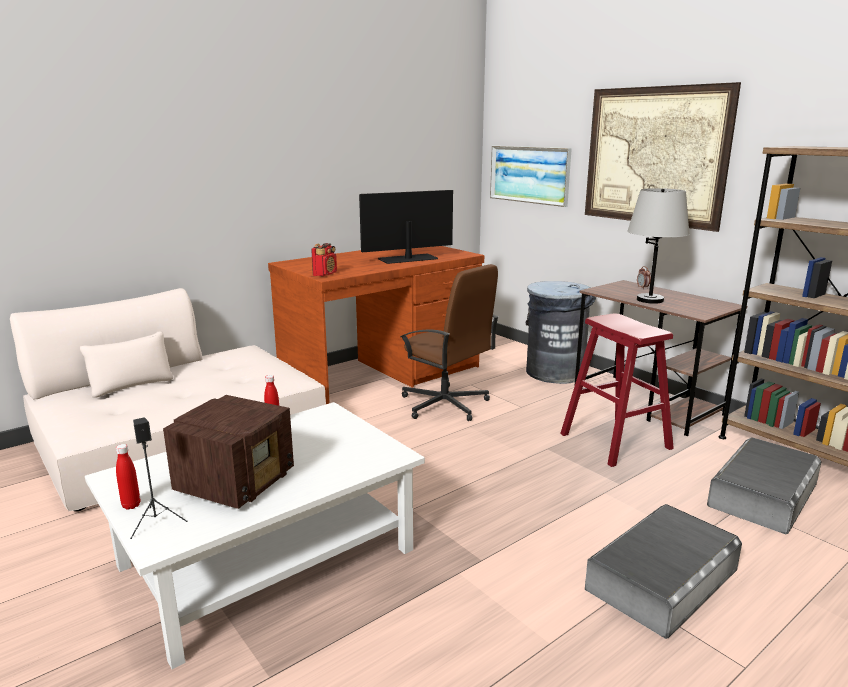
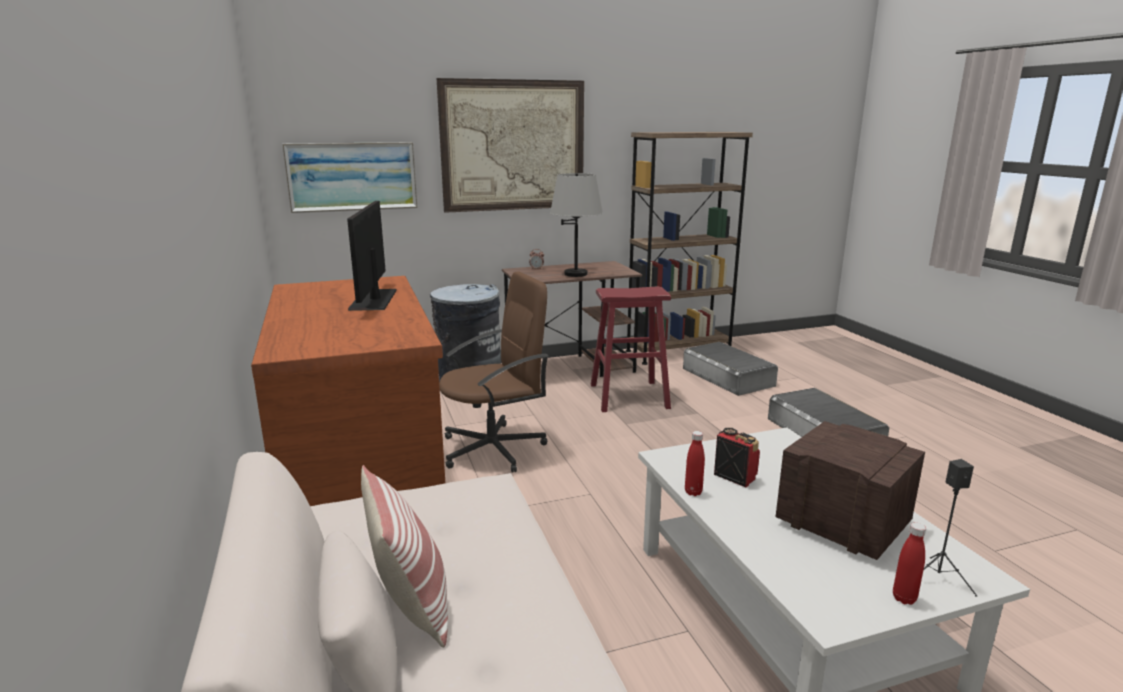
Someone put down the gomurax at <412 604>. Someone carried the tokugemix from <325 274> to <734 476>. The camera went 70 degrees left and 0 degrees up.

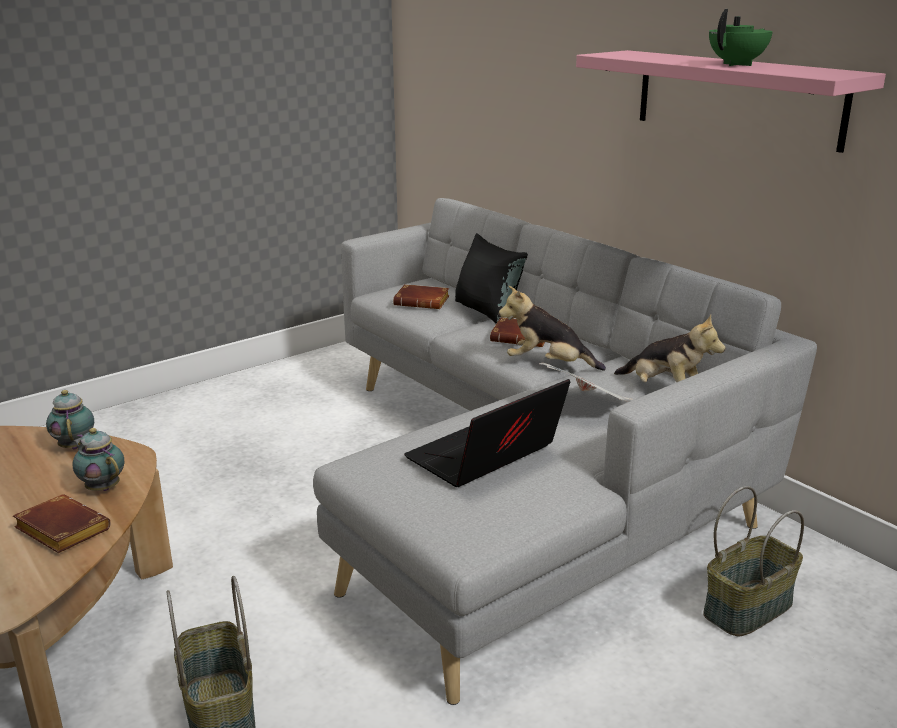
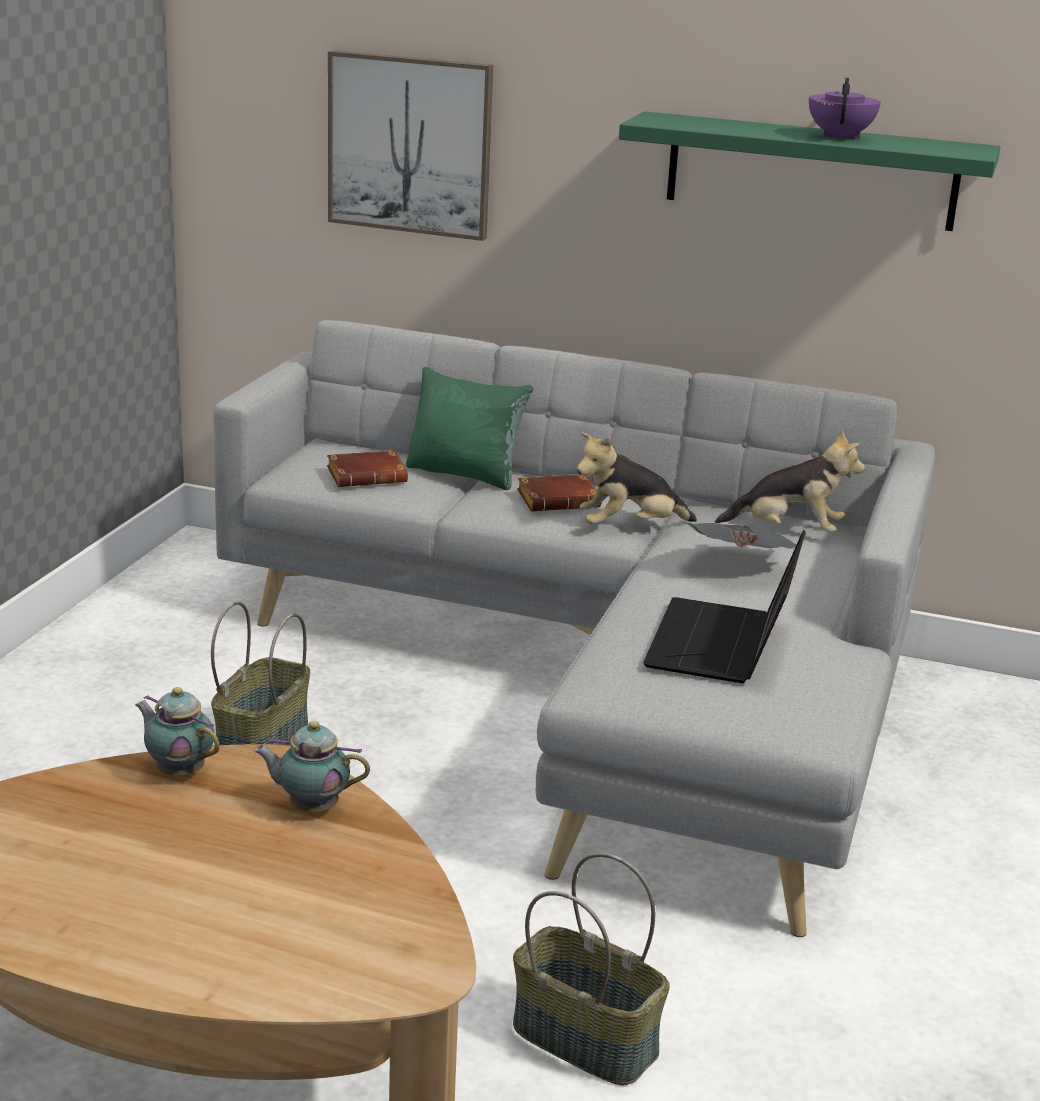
Someone carried the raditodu from <747 607> to <261 743>. Someone put up the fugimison at <410 145>. Someone repainted the black_gomurax at <487 311>, which became the green_gomurax at <465 474>. Someone repainted the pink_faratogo at <737 98>, which became the green_faratogo at <811 171>. Someone repainted the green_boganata at <737 64>, which became the purple_boganata at <840 137>. Someone took away the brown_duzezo at <59 530>. The camera went 35 degrees left and 0 degrees up.

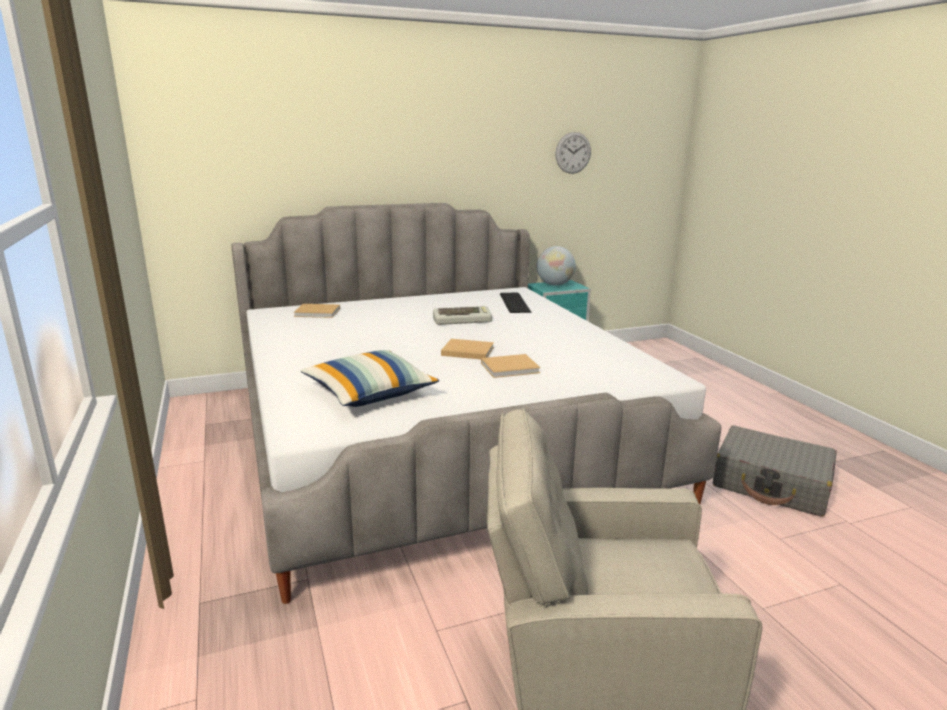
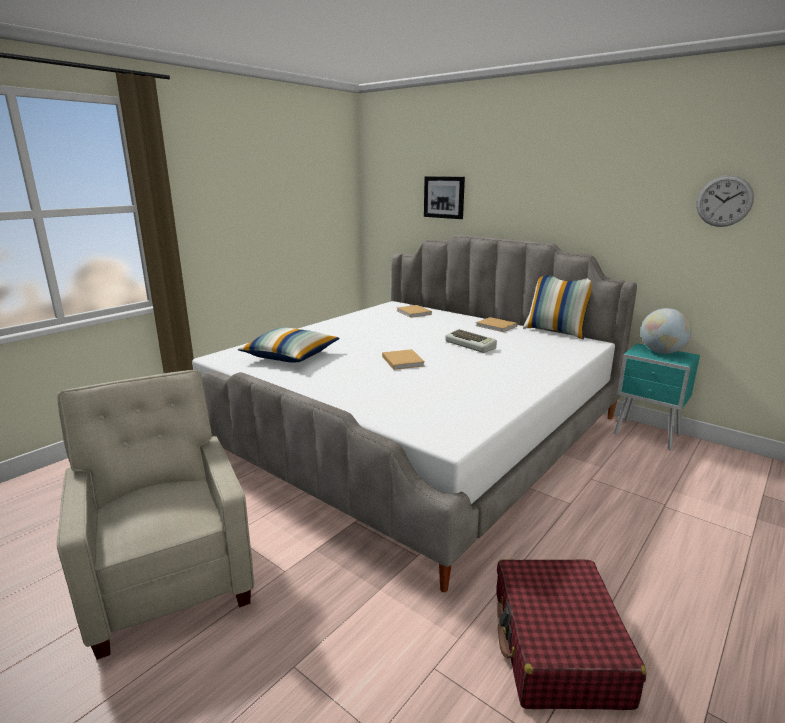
Someone put up the fugimison at <444 197>. Someone carried the beige_duzezo from <511 368> to <497 326>. Someone repainted the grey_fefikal at <771 484>, which became the red_fefikal at <557 647>. Someone put down the gomurax at <556 331>. Someone took away the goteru at <515 302>. The camera went 60 degrees right and 0 degrees up.

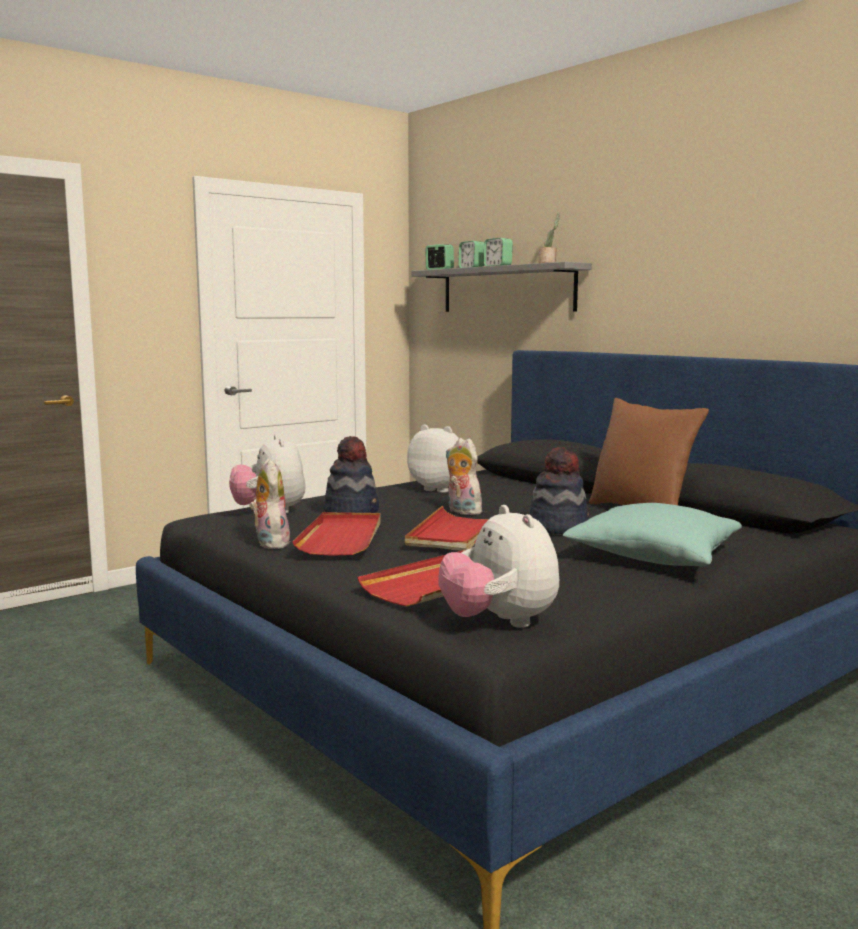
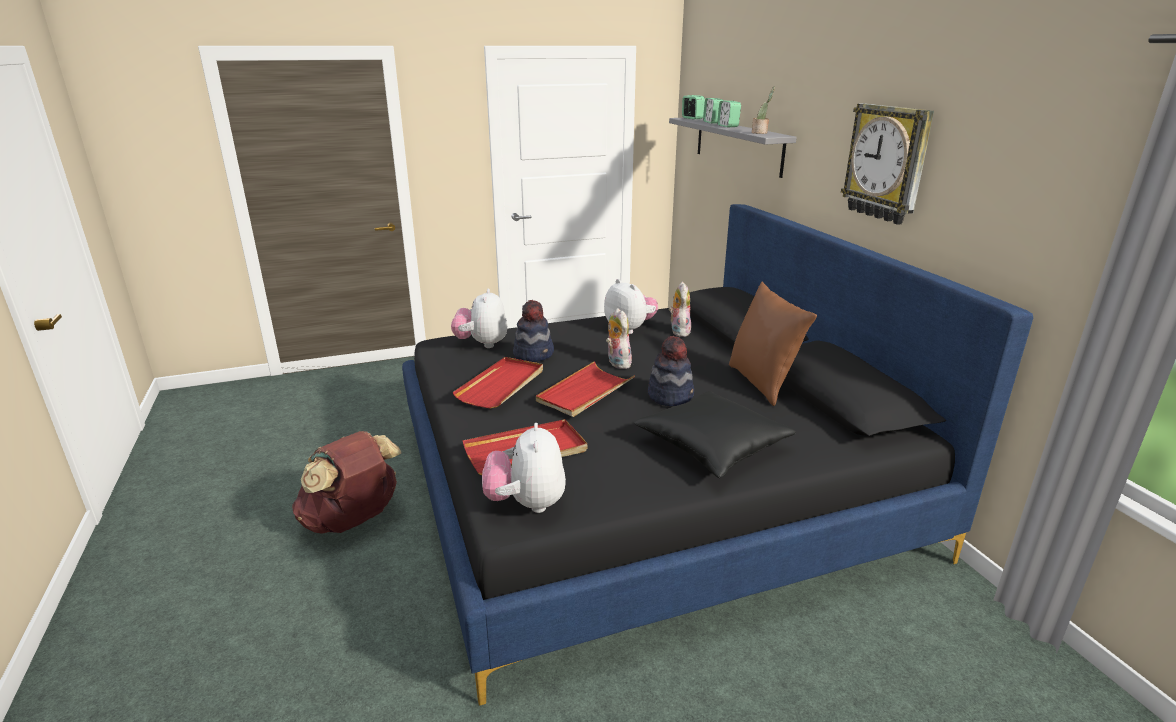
Someone put down the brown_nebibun at <353 520>. Someone repainted the turquoise_gomurax at <653 557>, which became the black_gomurax at <712 446>. Someone carried the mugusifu from <270 543> to <678 331>. Someone put up the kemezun at <887 163>. The camera went 20 degrees right and 15 degrees up.

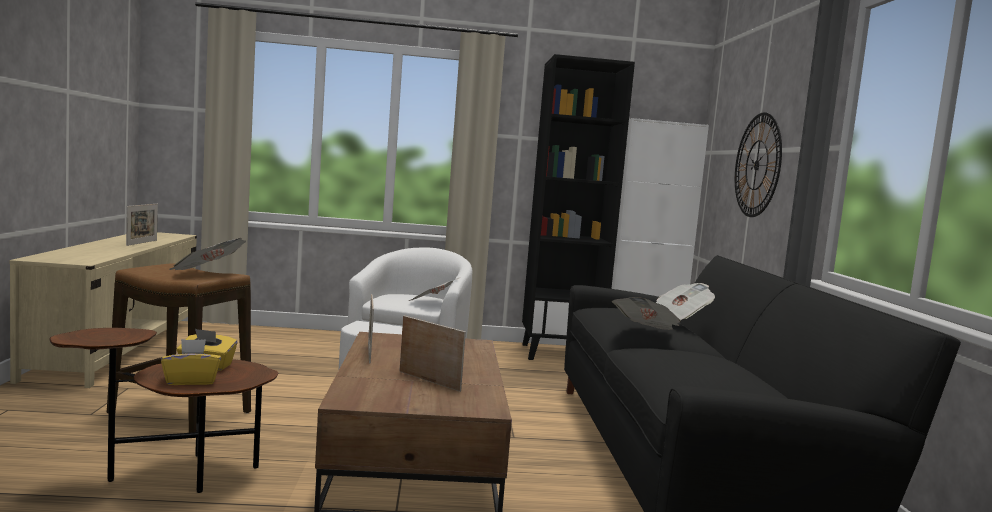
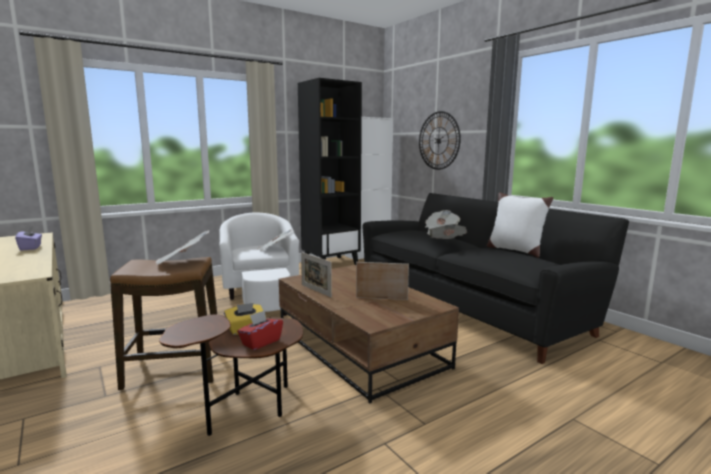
Someone swapped the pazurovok at <142 243> for the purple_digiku at <31 247>. Someone repainted the yellow_digiku at <191 381>, which became the red_digiku at <260 342>. Someone put down the white_gomurax at <515 250>. The camera went 30 degrees left and 5 degrees up.

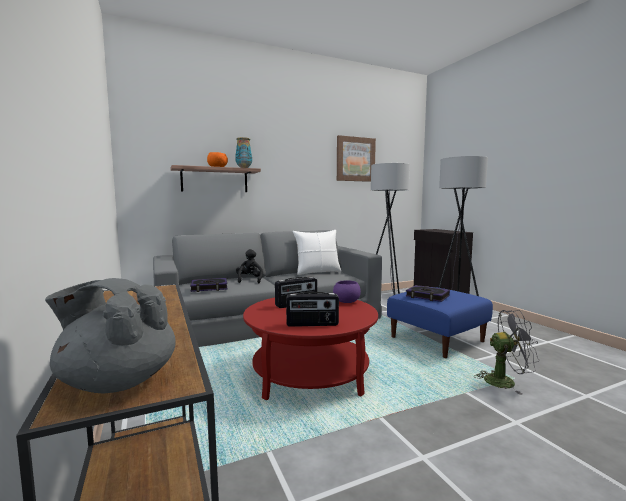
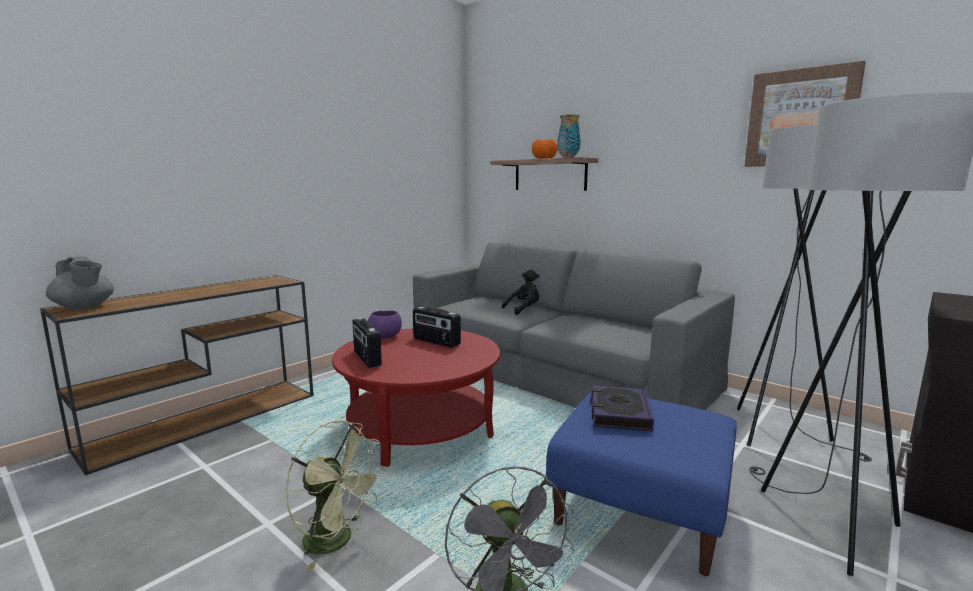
Someone rotated the grey_boganata at <118 381> by 135 degrees clockwise. Someone put down the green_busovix at <337 541>. Someone carried the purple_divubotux from <346 301> to <386 336>. Someone took away the duzezo at <209 288>. Someone took away the white_gomurax at <317 272>. The camera went 65 degrees right and 5 degrees up.

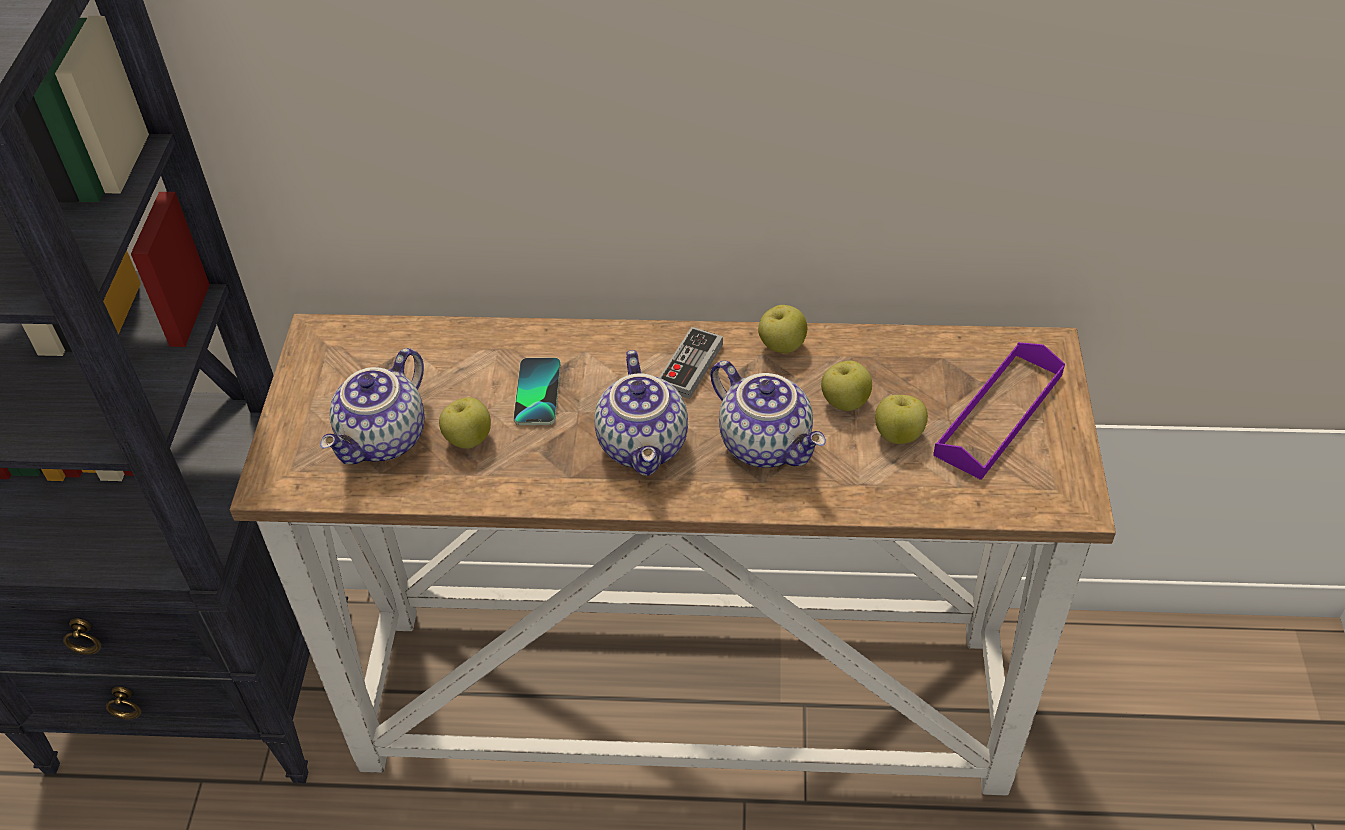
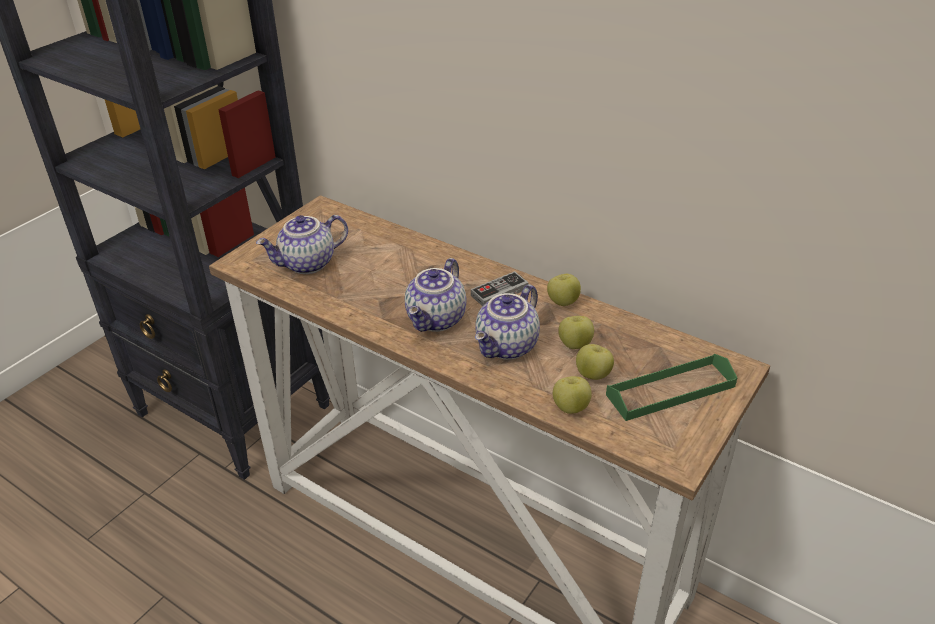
Someone rotated the boganata at <767 443> by 45 degrees clockwise. Someone carried the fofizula from <468 439> to <570 407>. Someone repainted the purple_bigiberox at <999 414>, which became the green_bigiberox at <670 391>. Someone took away the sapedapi at <537 392>. The camera went 30 degrees right and 10 degrees down.

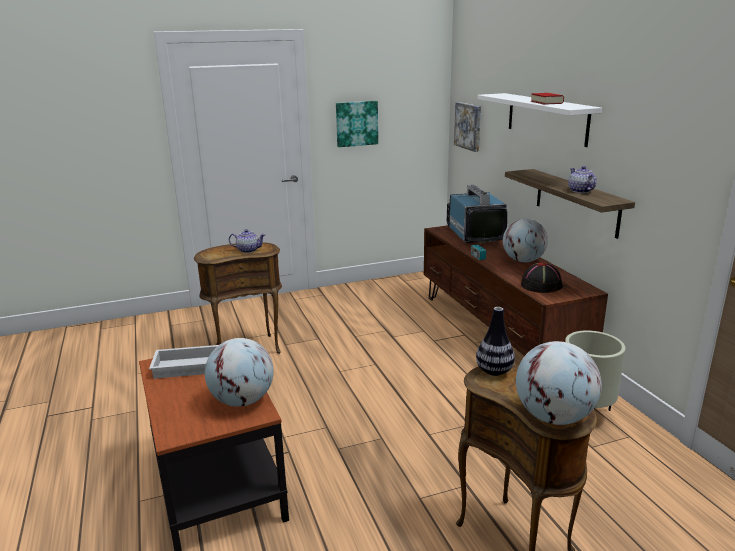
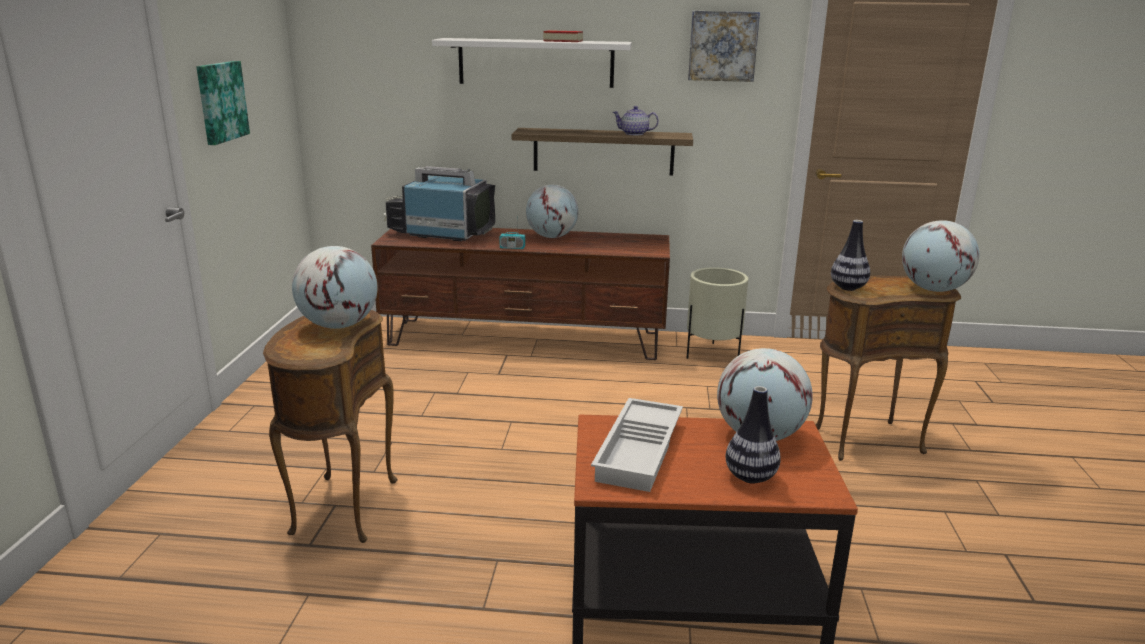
Someone swapped the boganata at <248 250> for the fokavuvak at <338 325>. Someone carried the fugimison from <469 126> to <722 46>. Someone put down the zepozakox at <750 477>. Someone took away the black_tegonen at <541 285>. The camera went 65 degrees left and 0 degrees up.

